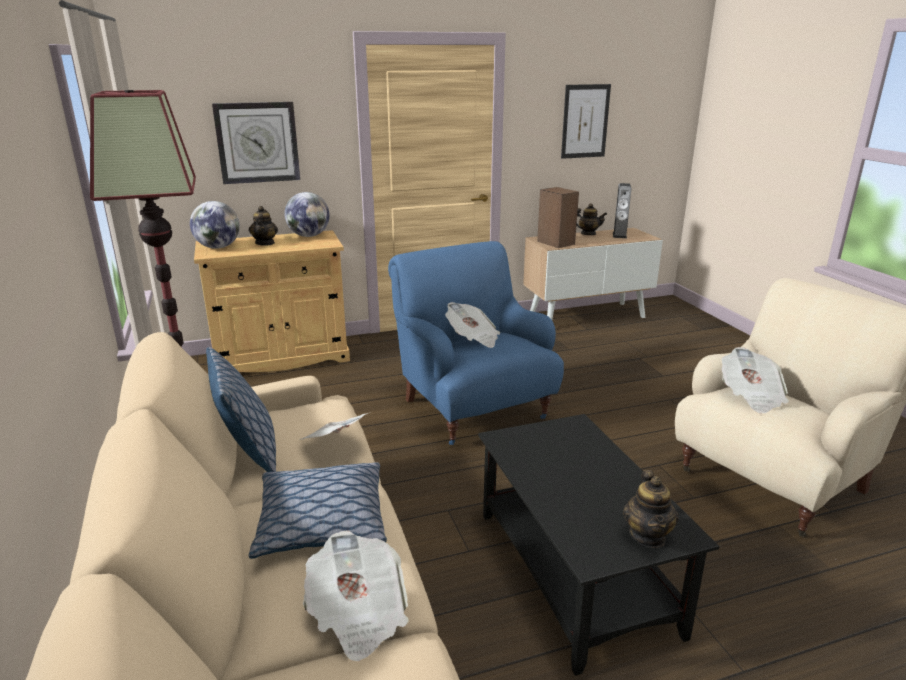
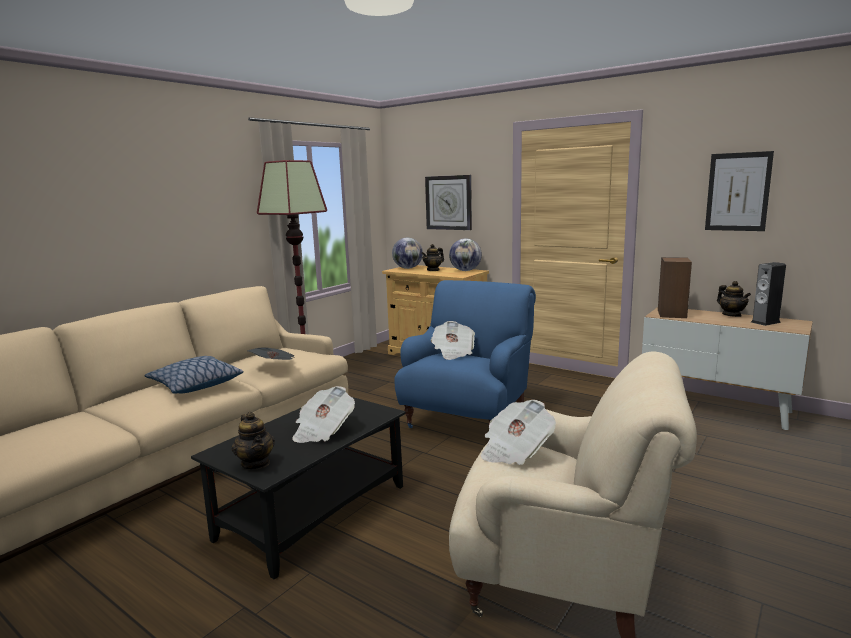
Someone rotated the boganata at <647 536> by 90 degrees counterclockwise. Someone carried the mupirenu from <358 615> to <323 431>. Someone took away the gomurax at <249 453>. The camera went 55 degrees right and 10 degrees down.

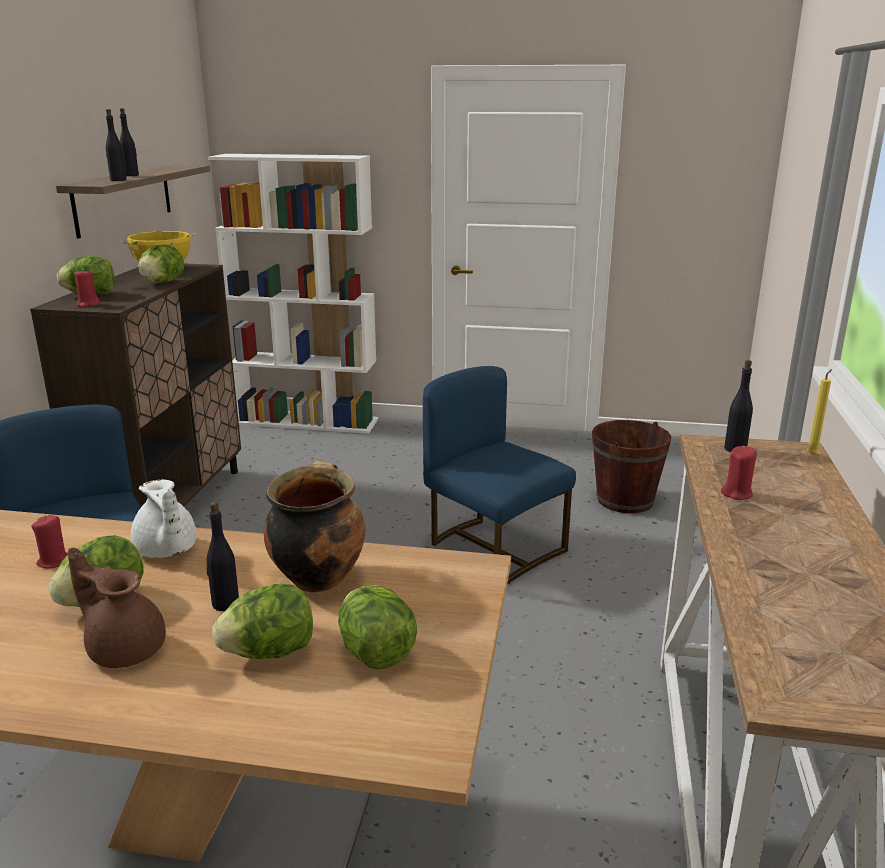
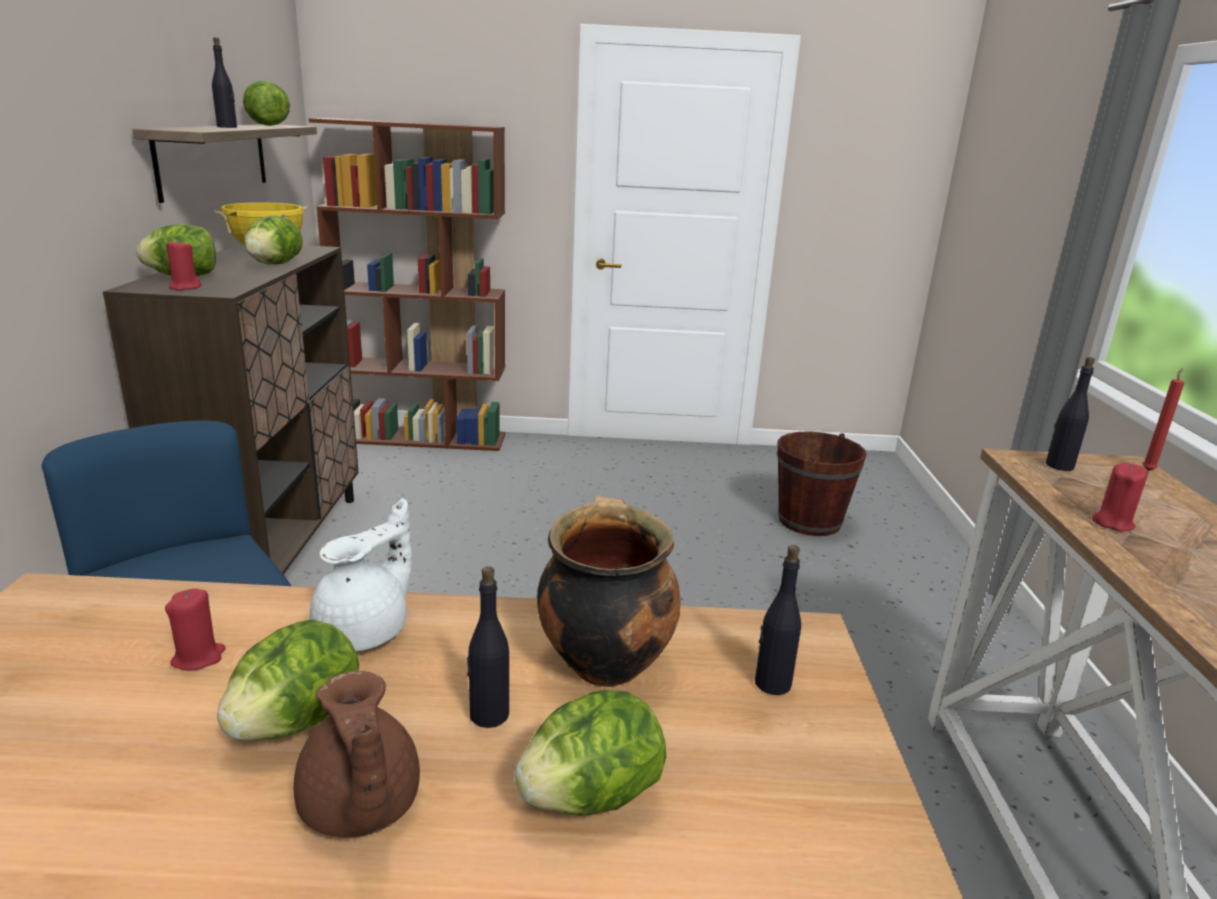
Someone carried the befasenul from <376 653> to <267 125>. Someone rotated the brown_boganata at <125 648> by 135 degrees counterclockwise. Someone repainted the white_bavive at <308 421>, which became the brown_bavive at <424 438>. Someone rotated the white_boganata at <166 551> by 105 degrees counterclockwise. Someone carried the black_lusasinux from <118 180> to <772 683>. Someone repainted the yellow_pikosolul at <813 454>, which became the red_pikosolul at <1148 470>. Someone took away the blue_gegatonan at <493 550>. The camera went 10 degrees left and 0 degrees up.

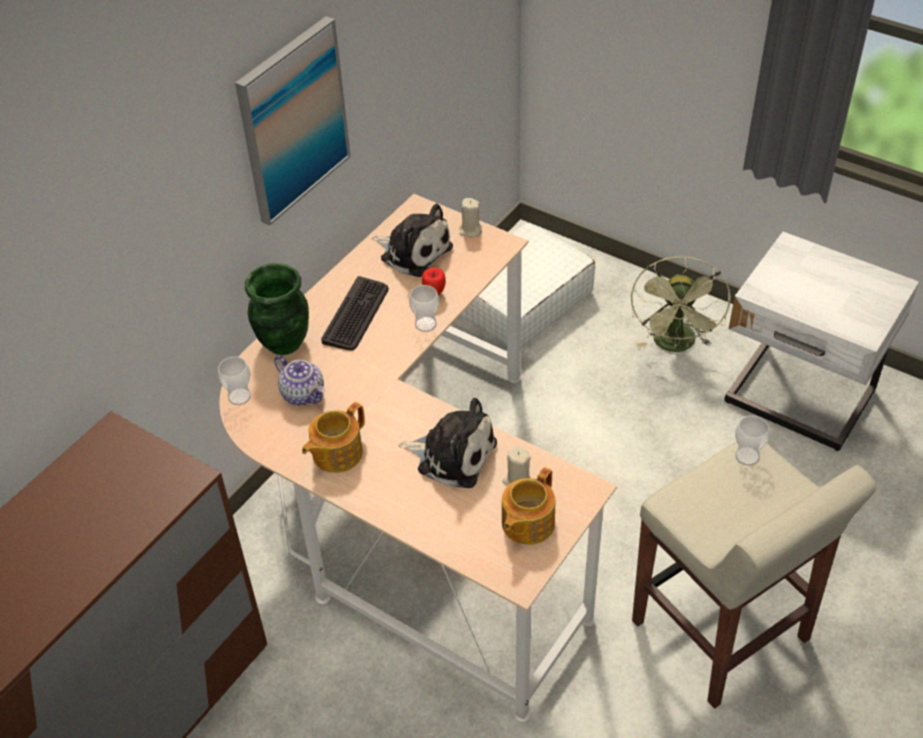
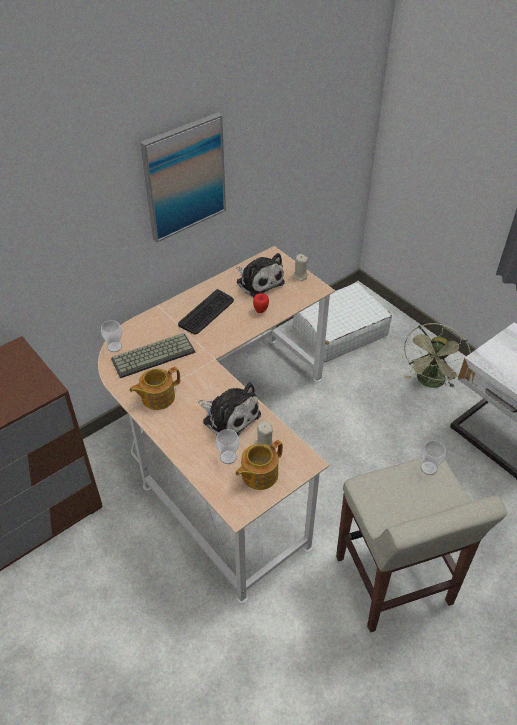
Someone swapped the boganata at <303 394> for the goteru at <153 355>. Someone carried the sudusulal from <425 324> to <228 457>. Someone took away the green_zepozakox at <283 343>. The camera went 15 degrees right and 0 degrees up.

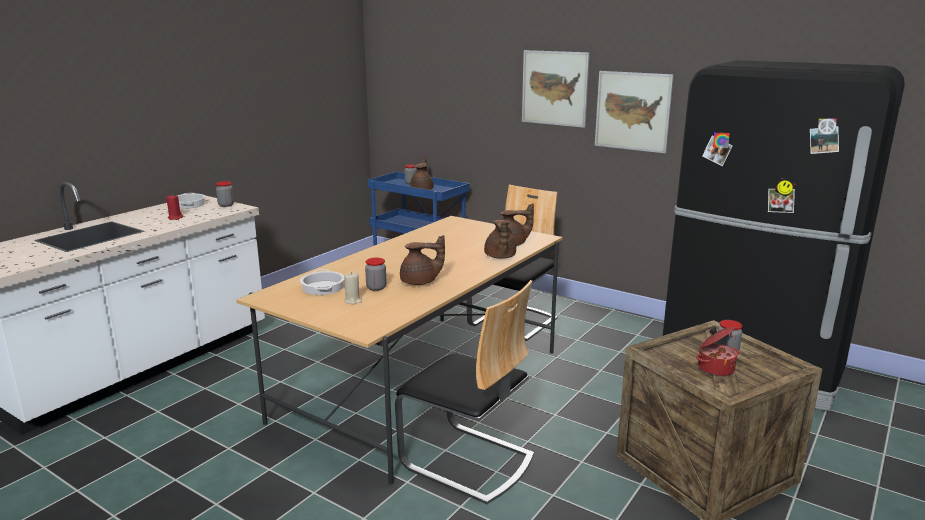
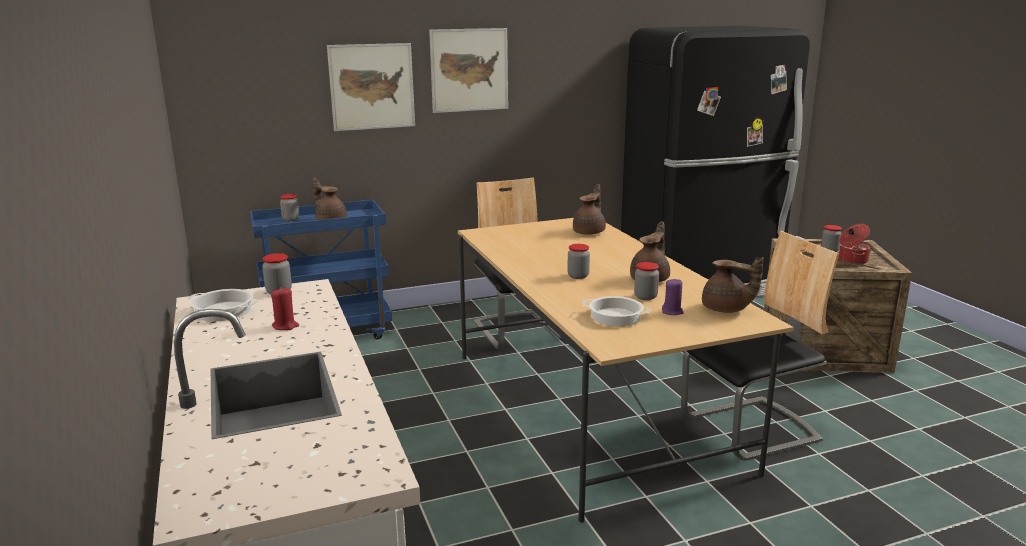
Someone carried the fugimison from <632 111> to <372 86>. Someone put down the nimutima at <578 276>. Someone repainted the beige_pikosolul at <353 301>, which became the purple_pikosolul at <672 312>. Someone carried the brown_boganata from <499 257> to <726 309>. The camera went 55 degrees left and 0 degrees up.

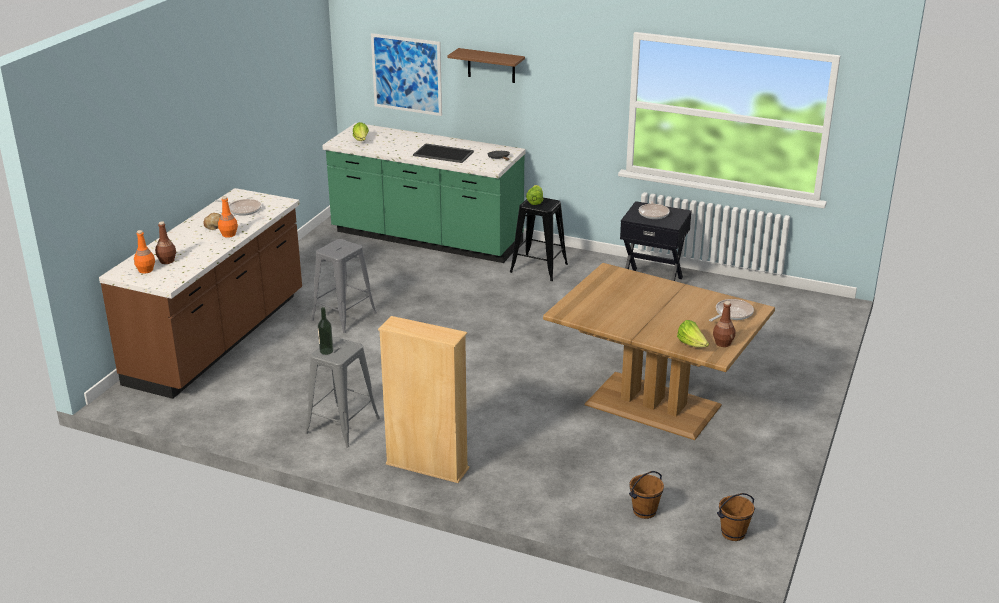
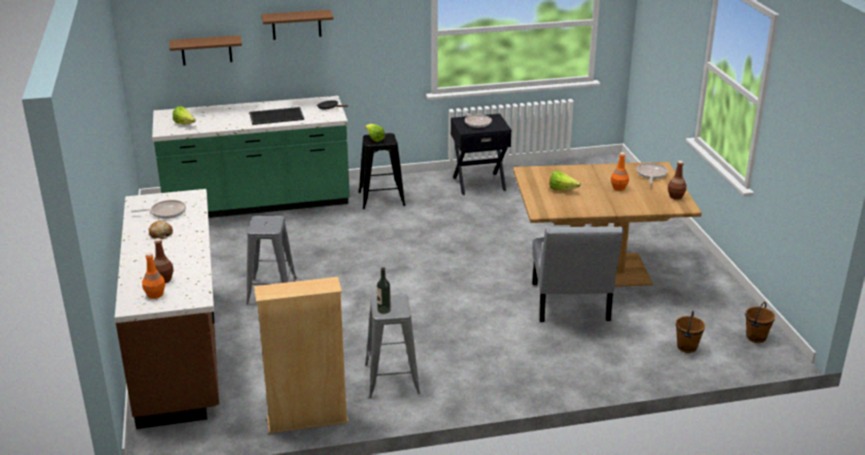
Someone swapped the fugimison at <407 74> for the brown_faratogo at <206 50>. Someone carried the beige_bavive from <427 466> to <307 420>. Someone put down the grey_gegatonan at <570 305>. Someone carried the befasenul from <692 344> to <562 189>. Someone carried the orange_lusasinux from <228 234> to <618 188>. The camera went 35 degrees left and 0 degrees up.

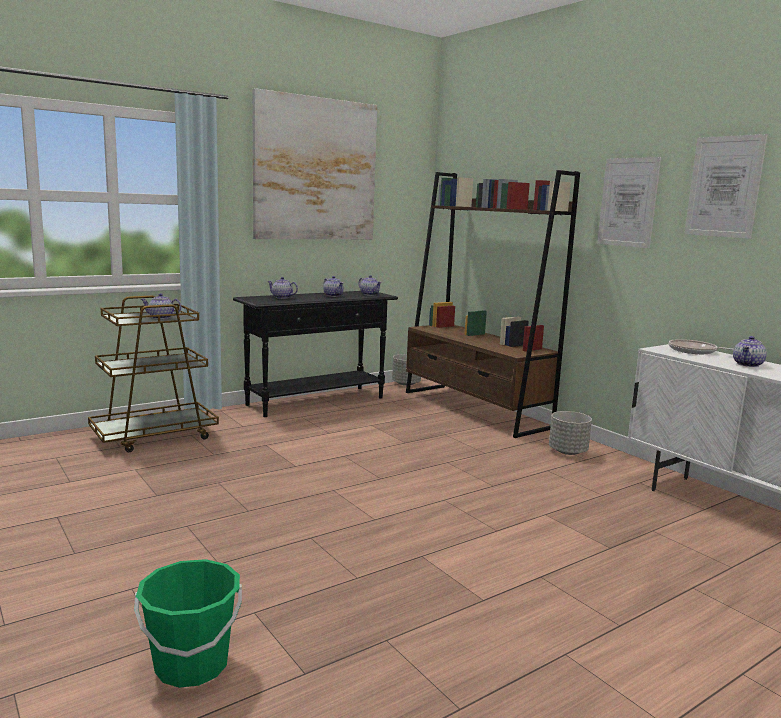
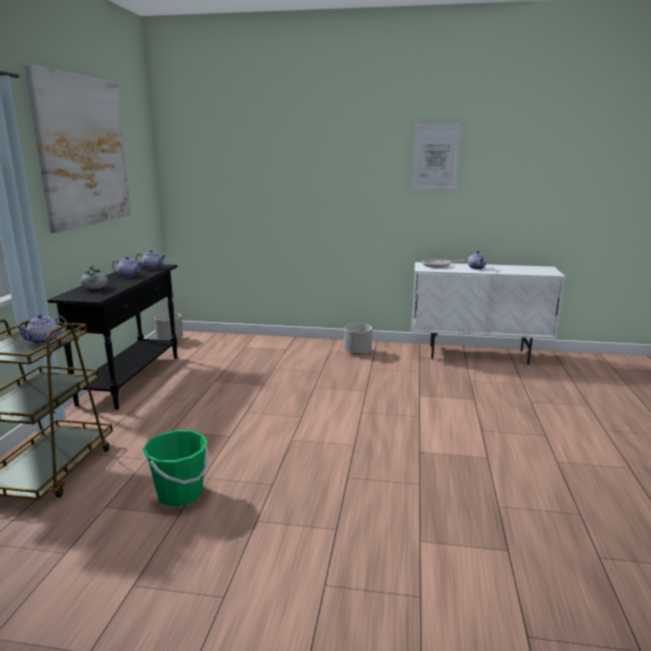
Someone swapped the boganata at <281 297> for the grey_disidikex at <95 288>. Someone carried the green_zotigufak from <191 665> to <180 494>. Someone took away the brown_bavive at <475 409>. Someone took away the fugimison at <628 202>. The camera went 45 degrees left and 5 degrees up.

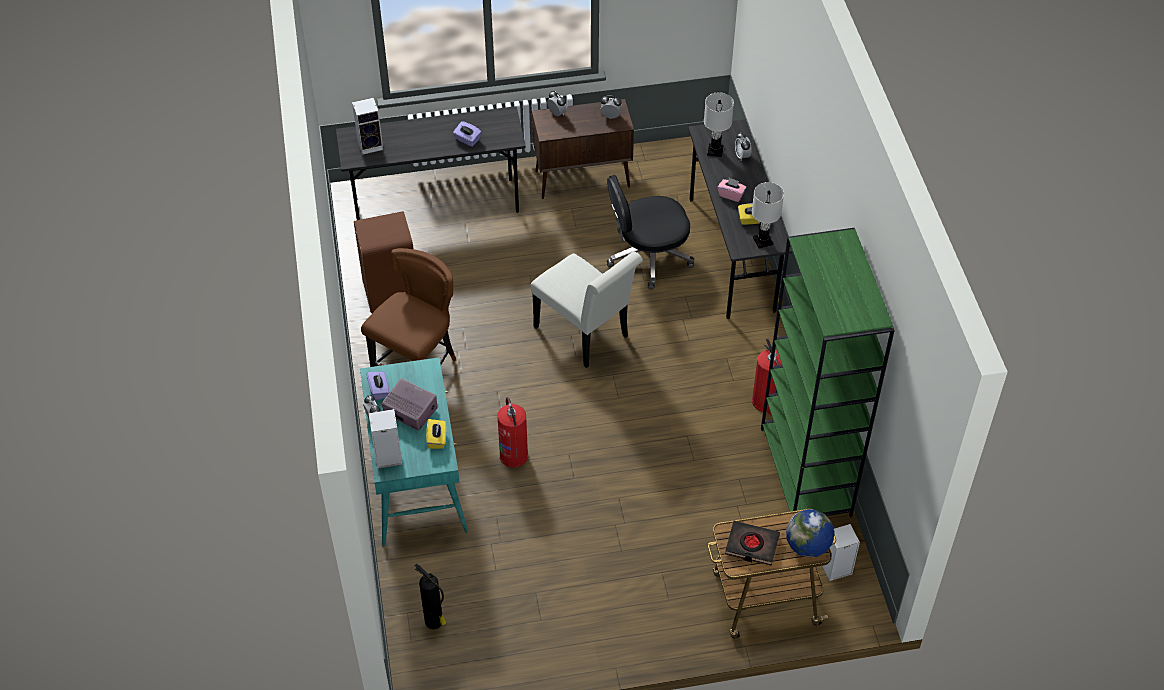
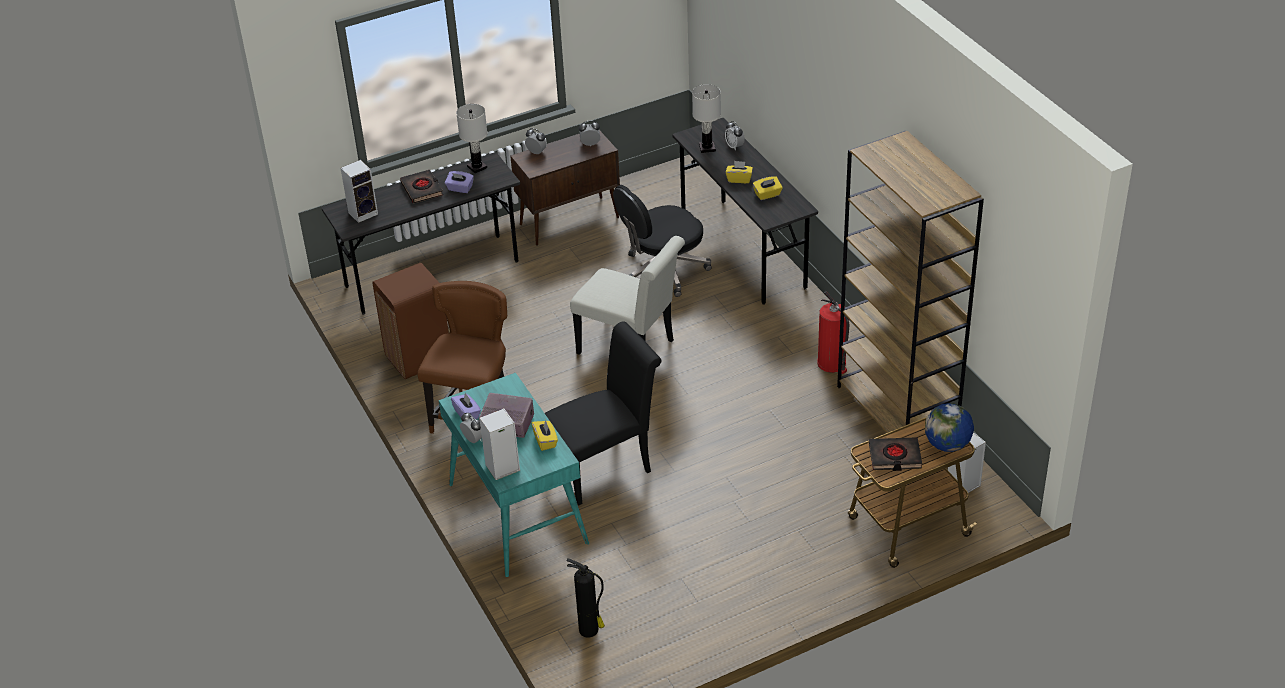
Someone put down the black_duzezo at <422 189>. Someone carried the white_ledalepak from <762 241> to <476 167>. Someone swapped the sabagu at <513 454> for the black_gegatonan at <605 466>. Someone repainted the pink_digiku at <731 195>, which became the yellow_digiku at <739 179>. Someone repainted the green_bavive at <806 472>, which became the brown_bavive at <897 412>. The camera went 15 degrees left and 10 degrees down.

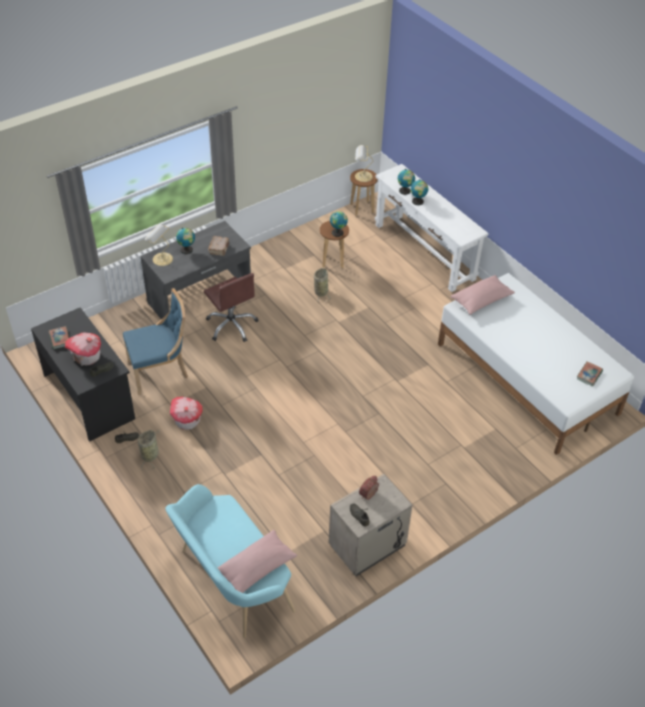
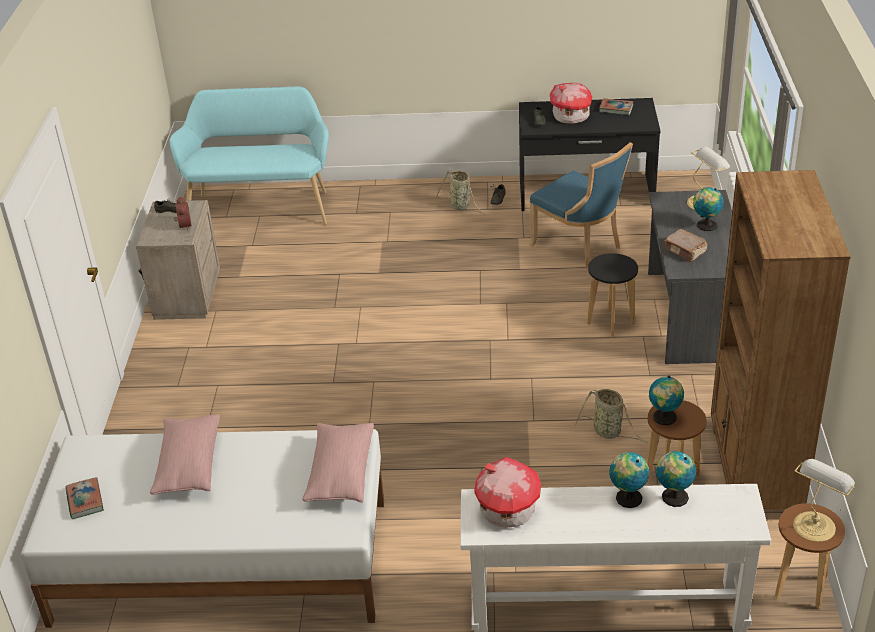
Someone carried the pink_gomurax from <256 568> to <188 465>. Someone carried the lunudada from <187 420> to <506 511>. Someone rotated the blue_gegatonan at <160 370> by 60 degrees counterclockwise. Someone swapped the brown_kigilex at <231 325> for the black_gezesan at <610 323>. Someone put down the brown_bavive at <754 473>. The camera went 130 degrees right and 10 degrees down.

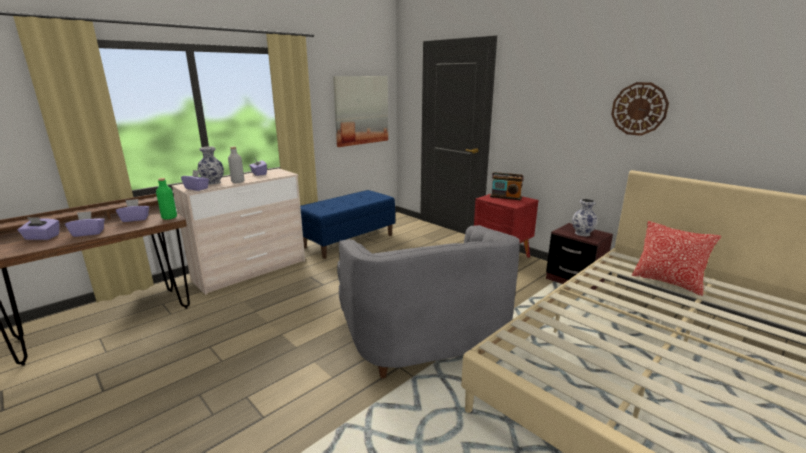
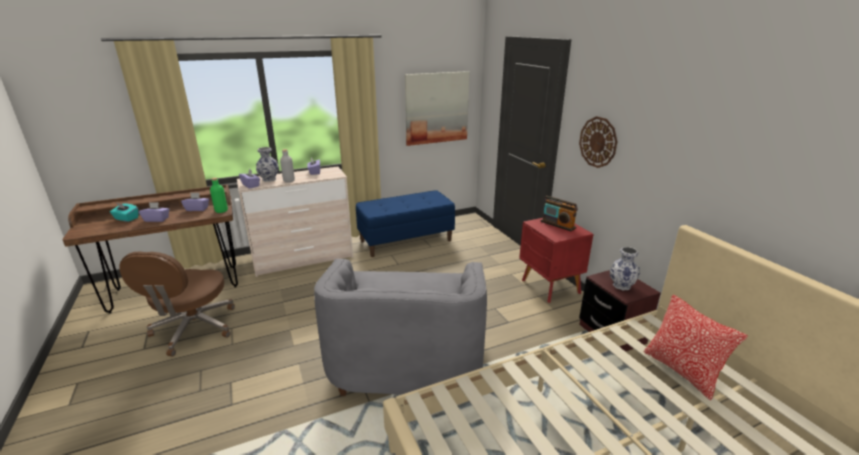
Someone repainted the purple_digiku at <42 237>, which became the turquoise_digiku at <126 218>. Someone put down the brown_kigilex at <194 329>. Someone carried the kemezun from <639 109> to <598 142>. The camera went 20 degrees right and 5 degrees up.

